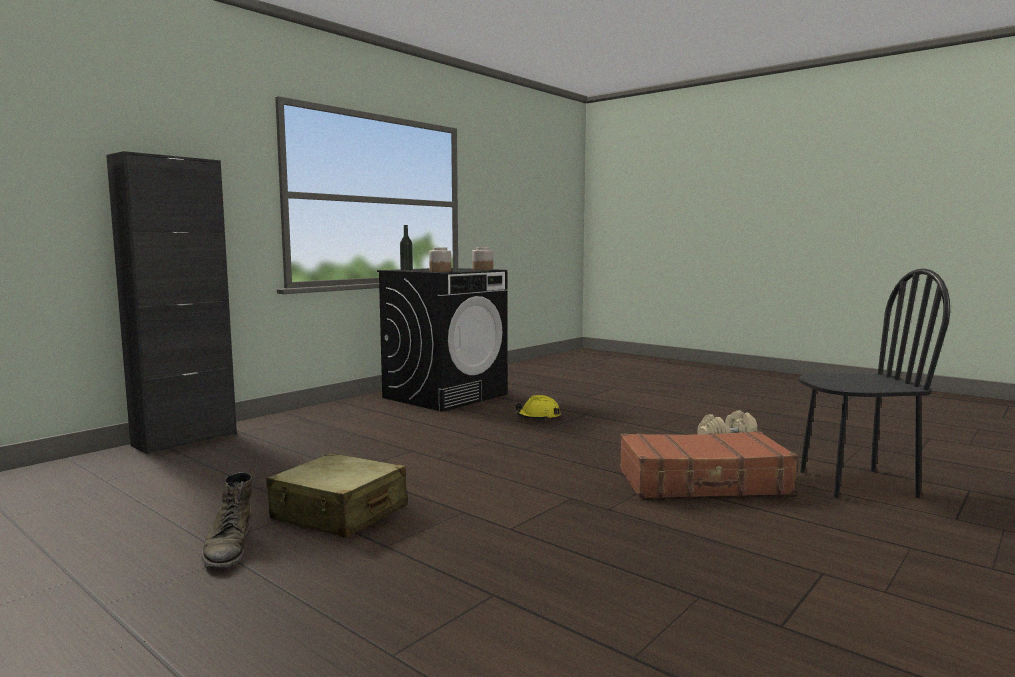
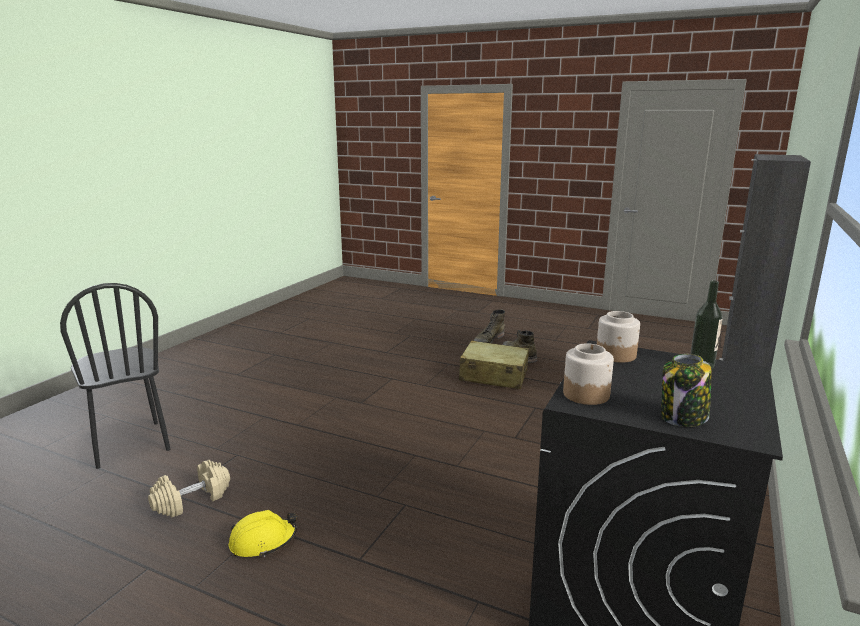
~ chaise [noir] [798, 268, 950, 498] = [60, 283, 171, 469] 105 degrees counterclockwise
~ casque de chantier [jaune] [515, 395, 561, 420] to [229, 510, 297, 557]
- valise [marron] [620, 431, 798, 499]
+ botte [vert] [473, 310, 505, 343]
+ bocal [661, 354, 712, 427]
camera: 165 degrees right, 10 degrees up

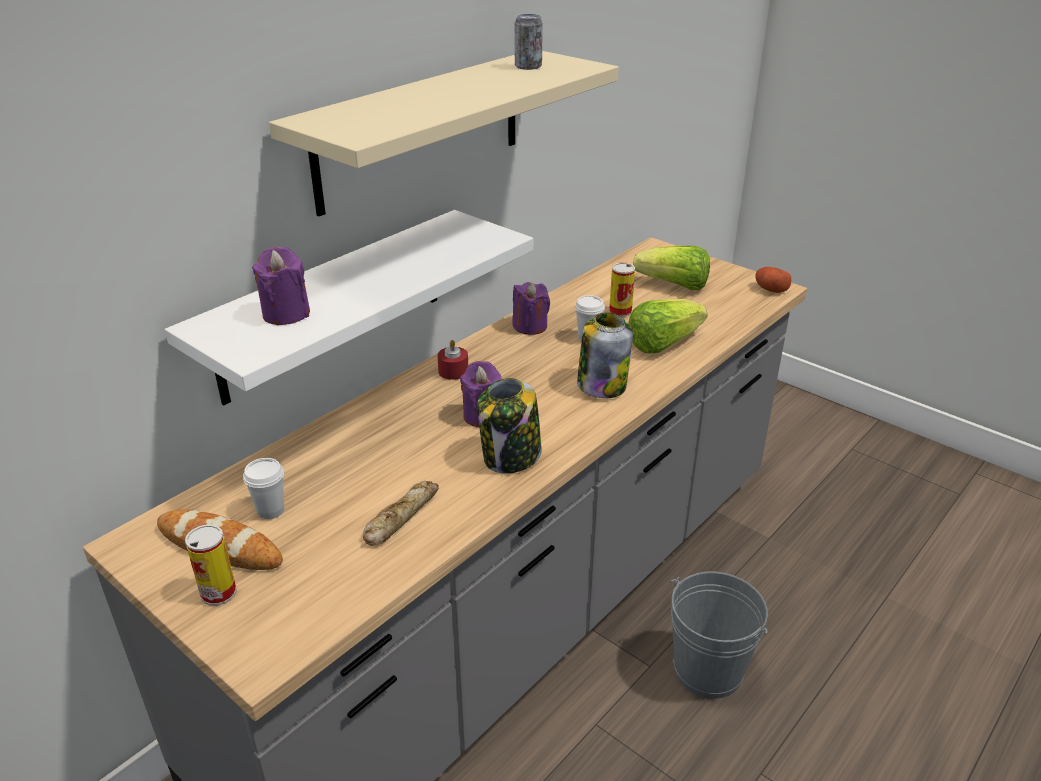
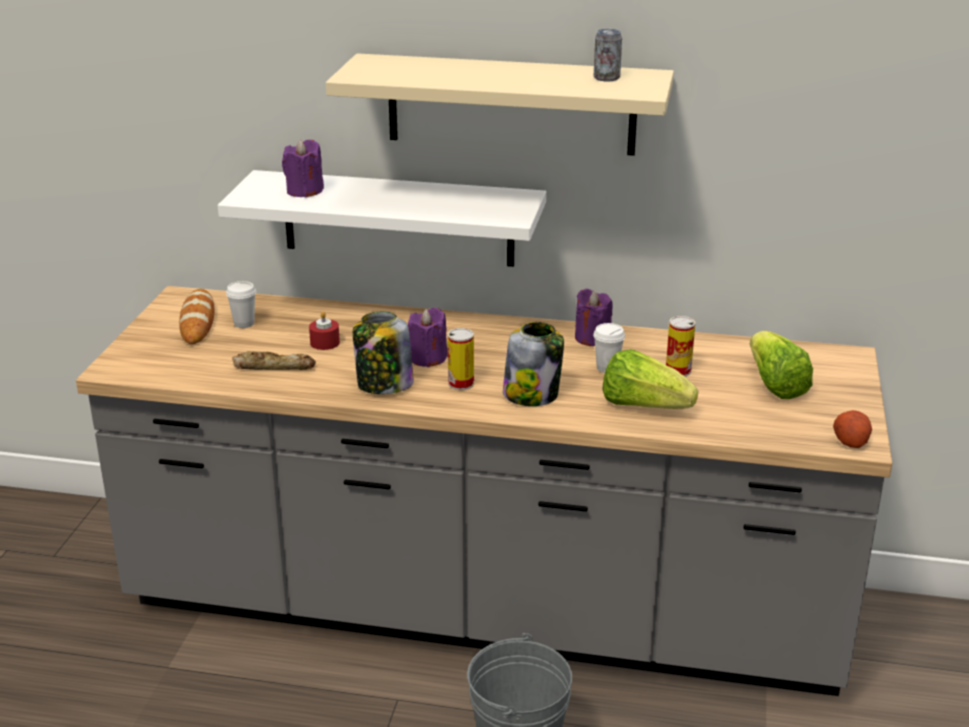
~ bougie [rouge] [437, 340, 468, 380] to [309, 311, 340, 350]
~ boîte métallique [185, 524, 237, 606] to [448, 328, 474, 390]
camera: 60 degrees right, 5 degrees down

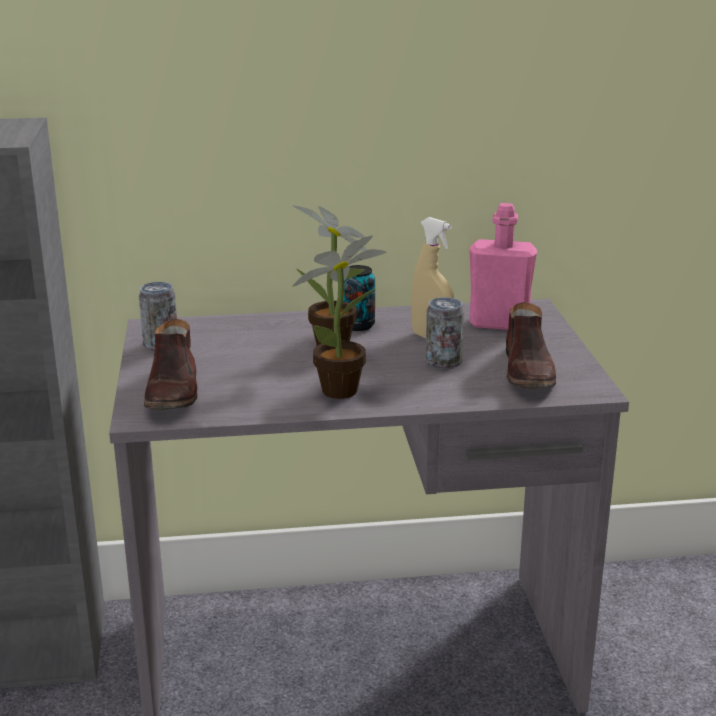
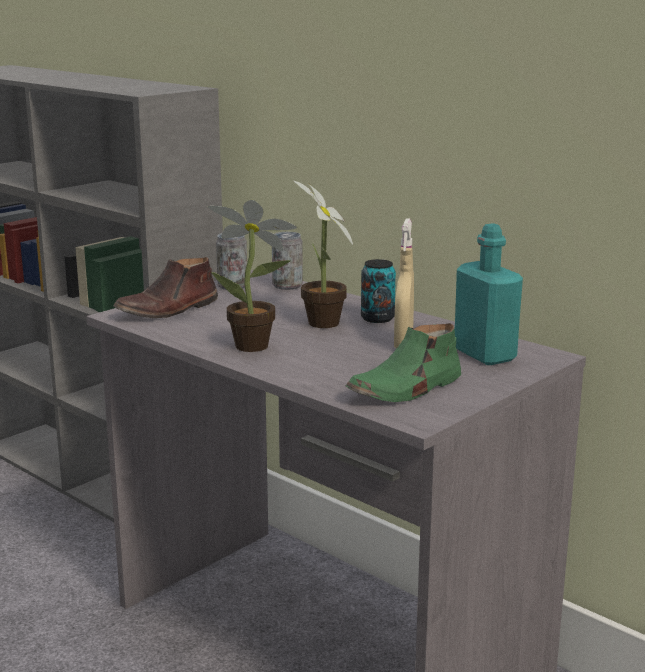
~ bouteille [rose] [469, 203, 537, 330] to bouteille [turquoise] [455, 223, 523, 365]
~ boîte métallique [425, 297, 464, 369] to [272, 232, 303, 290]
~ chaussure [marron] [506, 302, 556, 388] to chaussure [vert] [346, 323, 461, 402]
camera: 50 degrees right, 5 degrees down

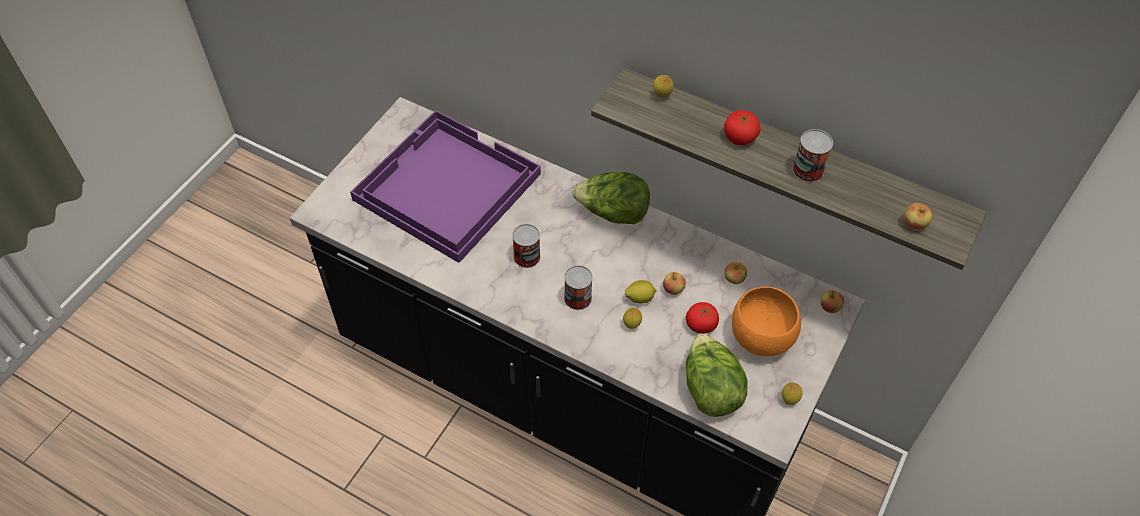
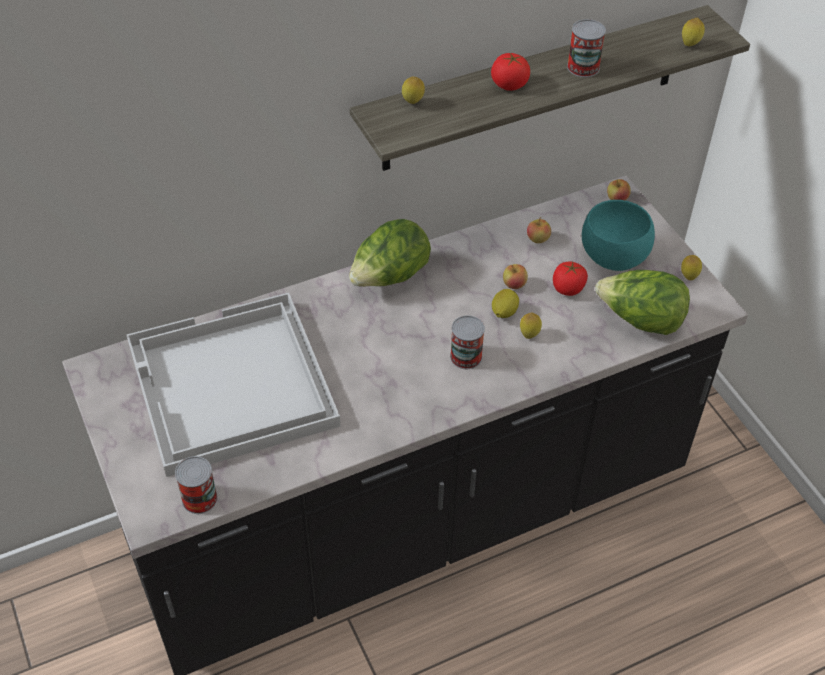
~ plateau [violet] [350, 110, 541, 263] to plateau [blanc] [127, 293, 340, 477]
~ pomme [904, 203, 933, 230] to citron [682, 17, 705, 46]
~ boîte métallique [512, 224, 541, 268] to [175, 456, 218, 514]
~ bol [orange] [732, 287, 801, 356] to bol [turquoise] [582, 200, 655, 271]
camera: 55 degrees left, 5 degrees down

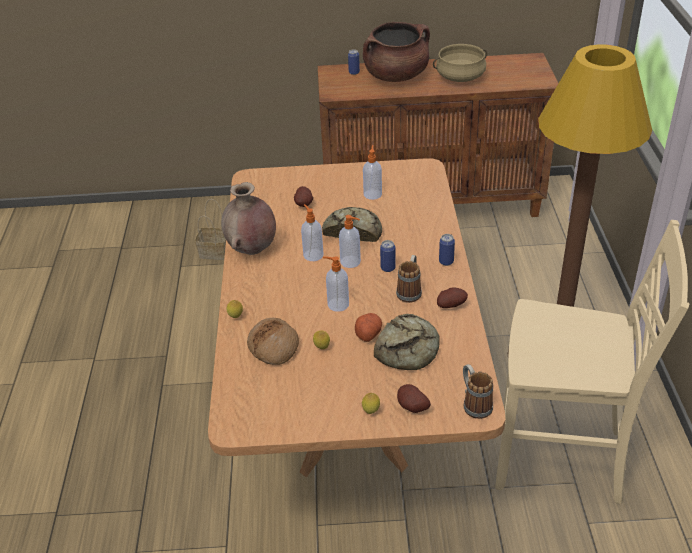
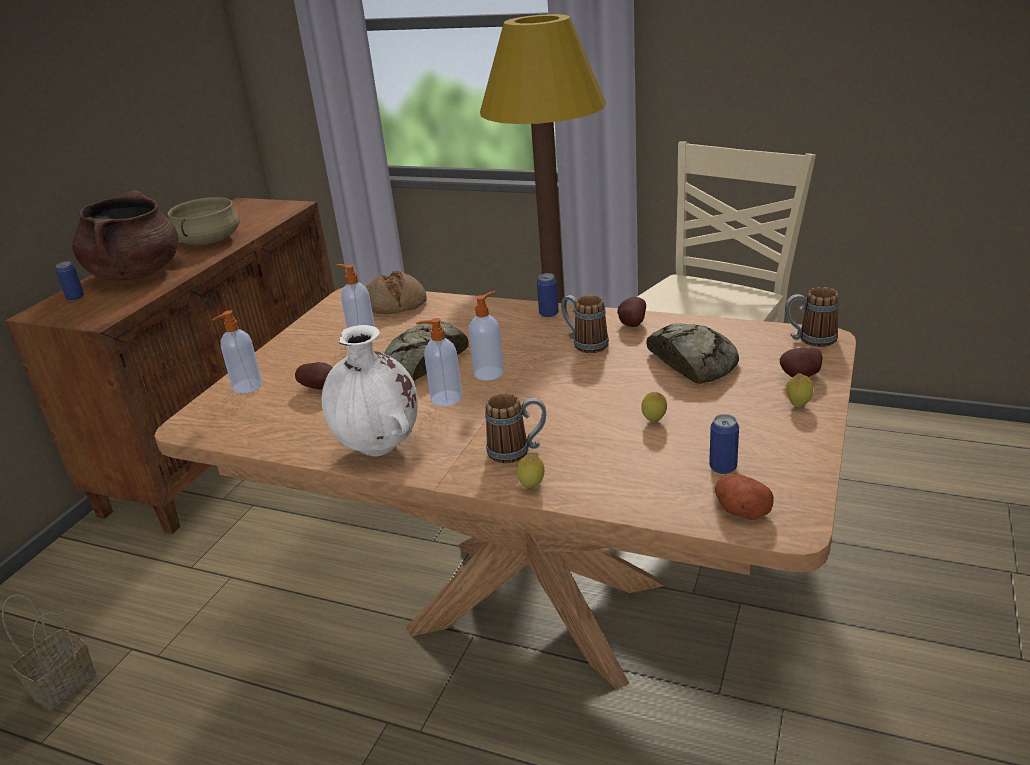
~ vase [marron] [221, 182, 276, 255] to vase [blanc] [322, 325, 418, 456]
~ boîte métallique [380, 240, 395, 272] to [709, 414, 739, 474]
~ distributeur de savon [323, 256, 349, 312] to [212, 310, 262, 394]
~ pomme de terre [355, 313, 382, 342] to [715, 474, 774, 520]
~ pain [247, 318, 299, 365] to [366, 271, 427, 314]
+ mug [485, 393, 546, 463]
camera: 65 degrees left, 10 degrees down

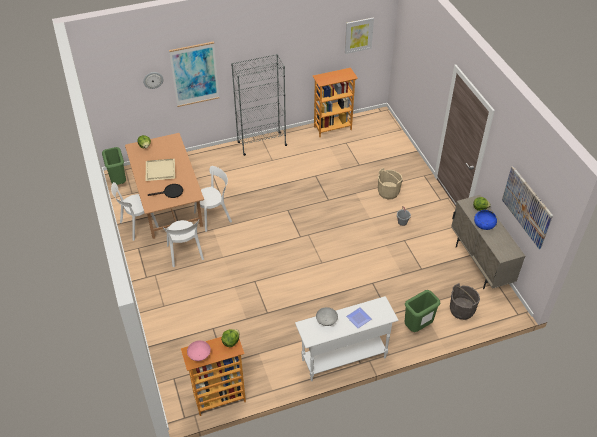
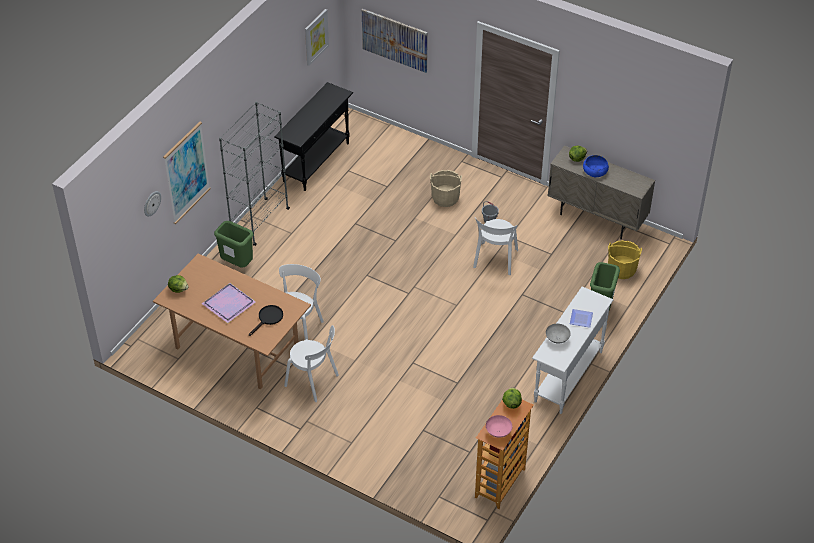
~ bibliothèque [313, 68, 358, 137] to table console [noir] [274, 82, 353, 191]
~ poubelle [vert] [102, 147, 126, 185] to [214, 221, 253, 268]
~ plateau [beige] [146, 159, 175, 181] to plateau [violet] [202, 283, 256, 323]
~ tableau [502, 166, 553, 249] to [362, 9, 428, 73]
~ chaise [blanc] [111, 182, 159, 241] to [473, 218, 518, 275]
~ seau [gris] [450, 283, 480, 320] to seau [jaune] [608, 240, 642, 279]
camera: 40 degrees left, 0 degrees up

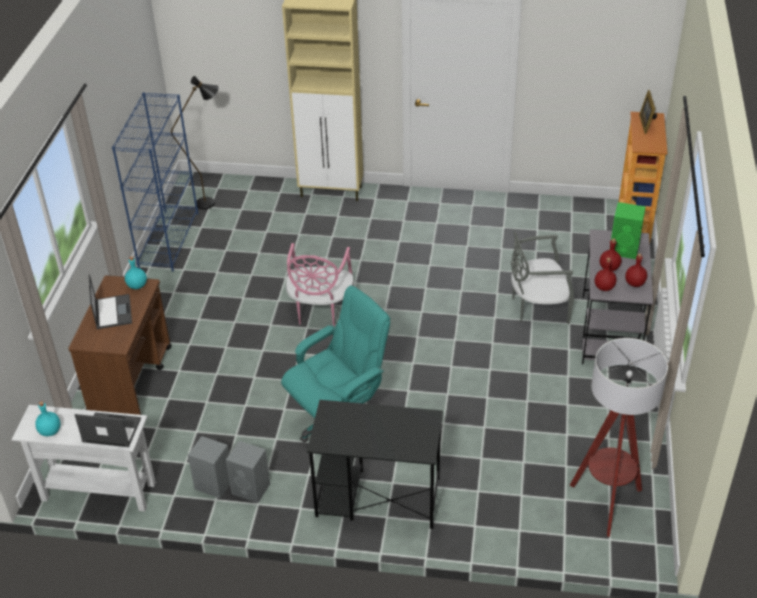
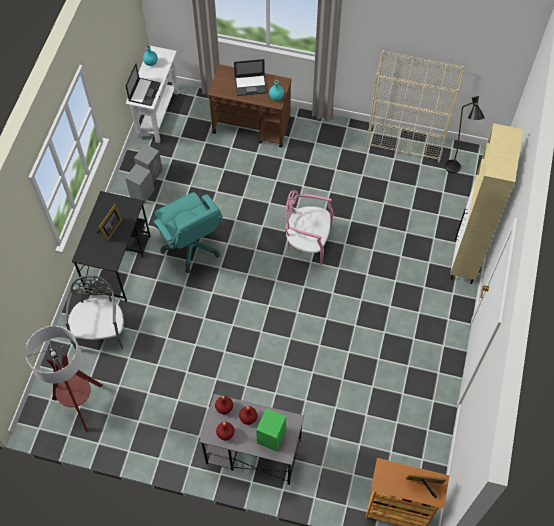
~ bibliothèque [bleu] [112, 92, 198, 272] to bibliothèque [beige] [366, 50, 464, 162]
~ chaise [gris] [511, 231, 574, 324] to [65, 275, 124, 349]
+ cadre photo [97, 204, 123, 242]
camera: 95 degrees right, 20 degrees up

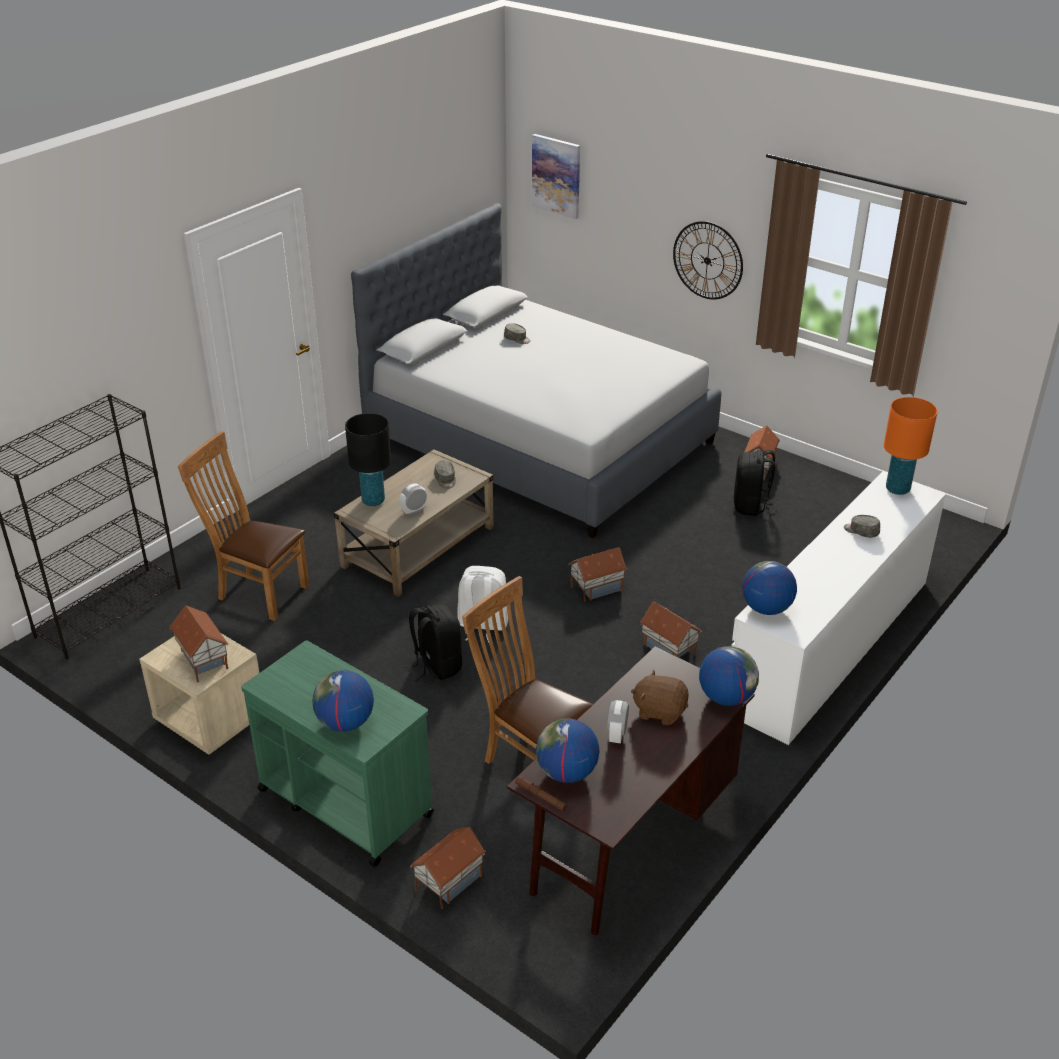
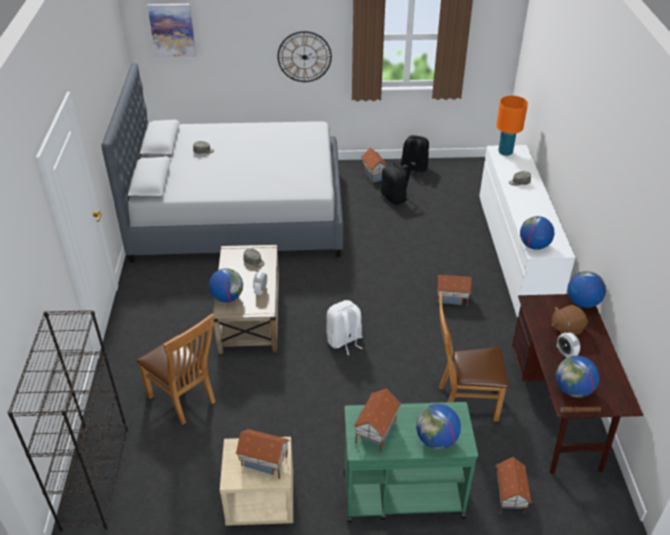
~ lampe de table [noir] [345, 413, 391, 506] to globe [209, 268, 243, 302]
~ chaise [marron] [178, 431, 309, 621] = [136, 314, 216, 425] 120 degrees counterclockwise
~ maison miniature [569, 547, 627, 602] to [353, 388, 401, 452]
~ sac à dos [noir] [405, 604, 462, 682] to [401, 135, 429, 177]
camera: 40 degrees left, 5 degrees up

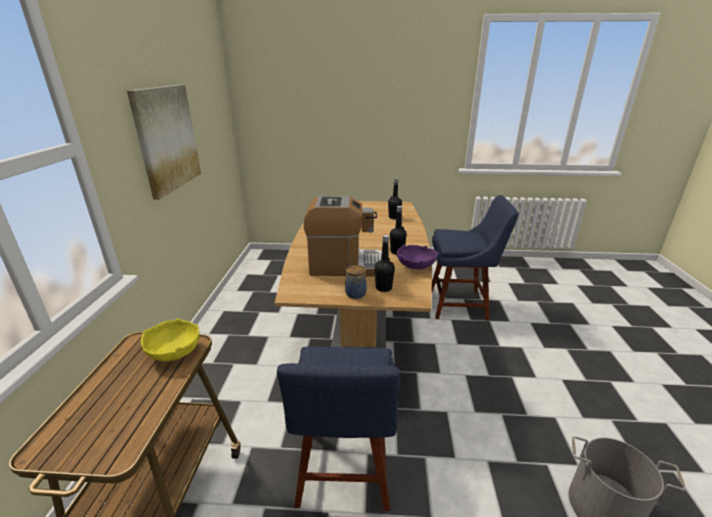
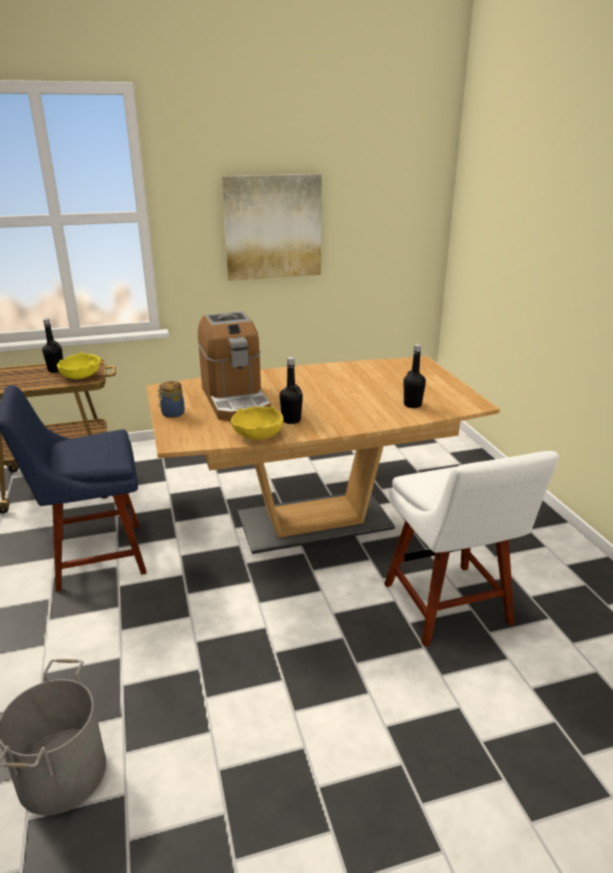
~ chaise [bleu] [432, 195, 519, 321] to chaise [blanc] [384, 451, 559, 647]
~ bouteille [noir] [375, 235, 395, 292] to [42, 318, 63, 373]
~ bol [violet] [397, 244, 438, 269] to bol [jaune] [231, 406, 284, 440]
camera: 70 degrees right, 0 degrees up

